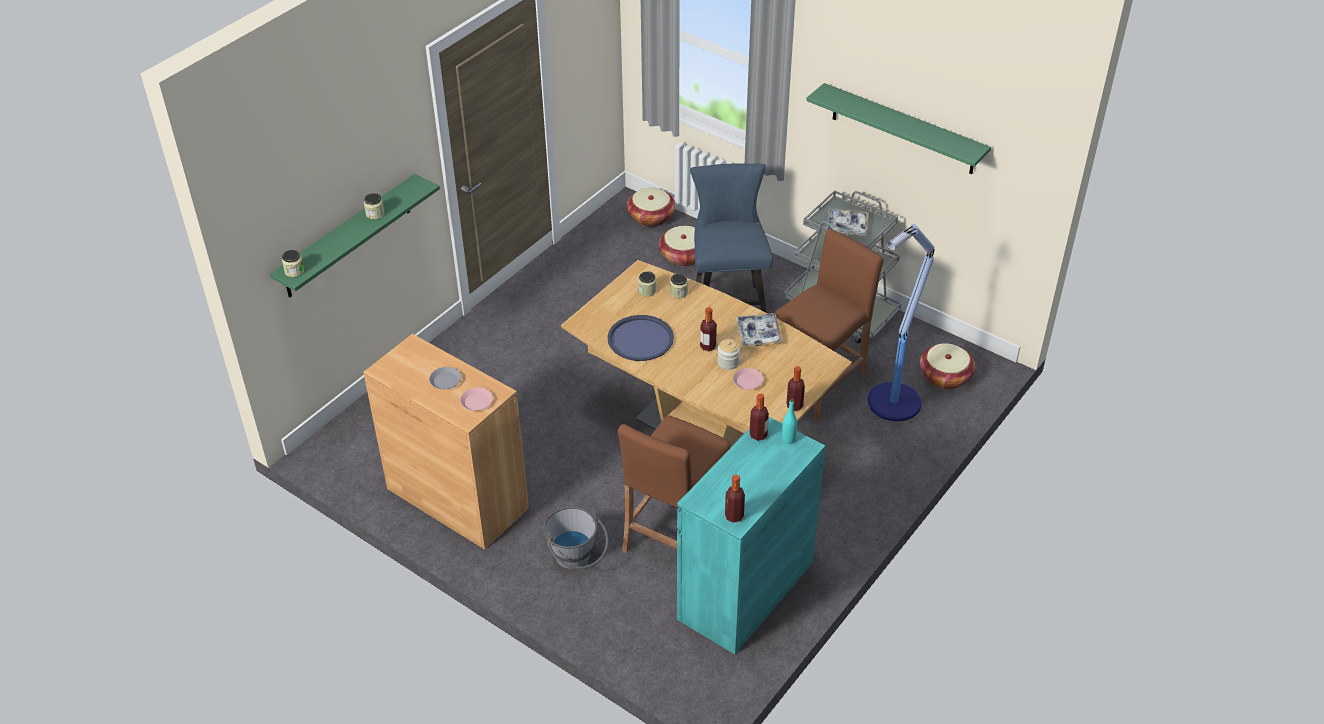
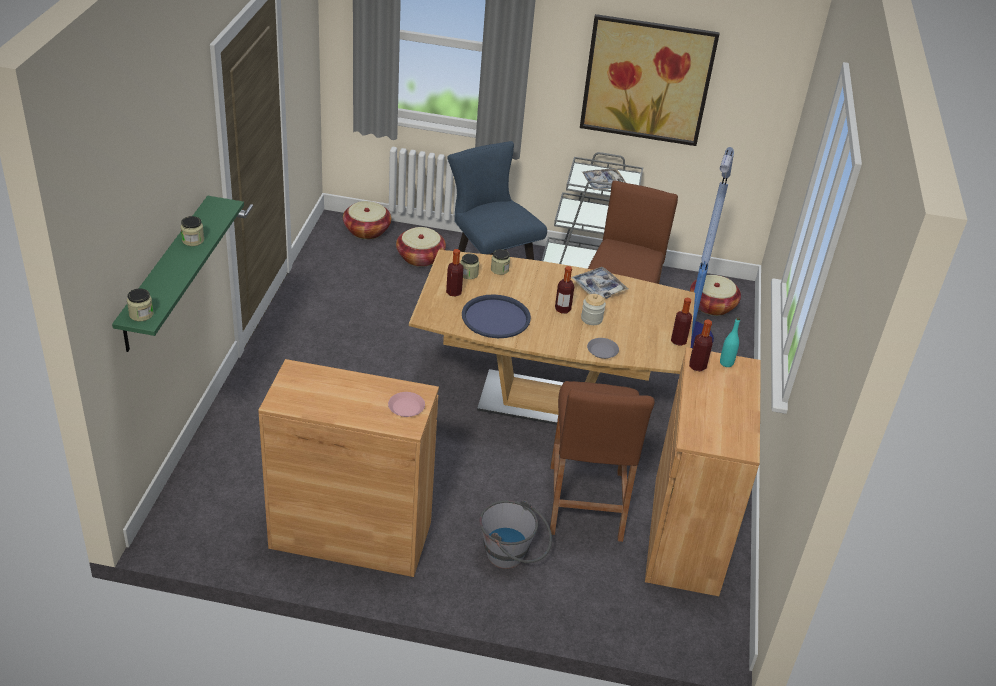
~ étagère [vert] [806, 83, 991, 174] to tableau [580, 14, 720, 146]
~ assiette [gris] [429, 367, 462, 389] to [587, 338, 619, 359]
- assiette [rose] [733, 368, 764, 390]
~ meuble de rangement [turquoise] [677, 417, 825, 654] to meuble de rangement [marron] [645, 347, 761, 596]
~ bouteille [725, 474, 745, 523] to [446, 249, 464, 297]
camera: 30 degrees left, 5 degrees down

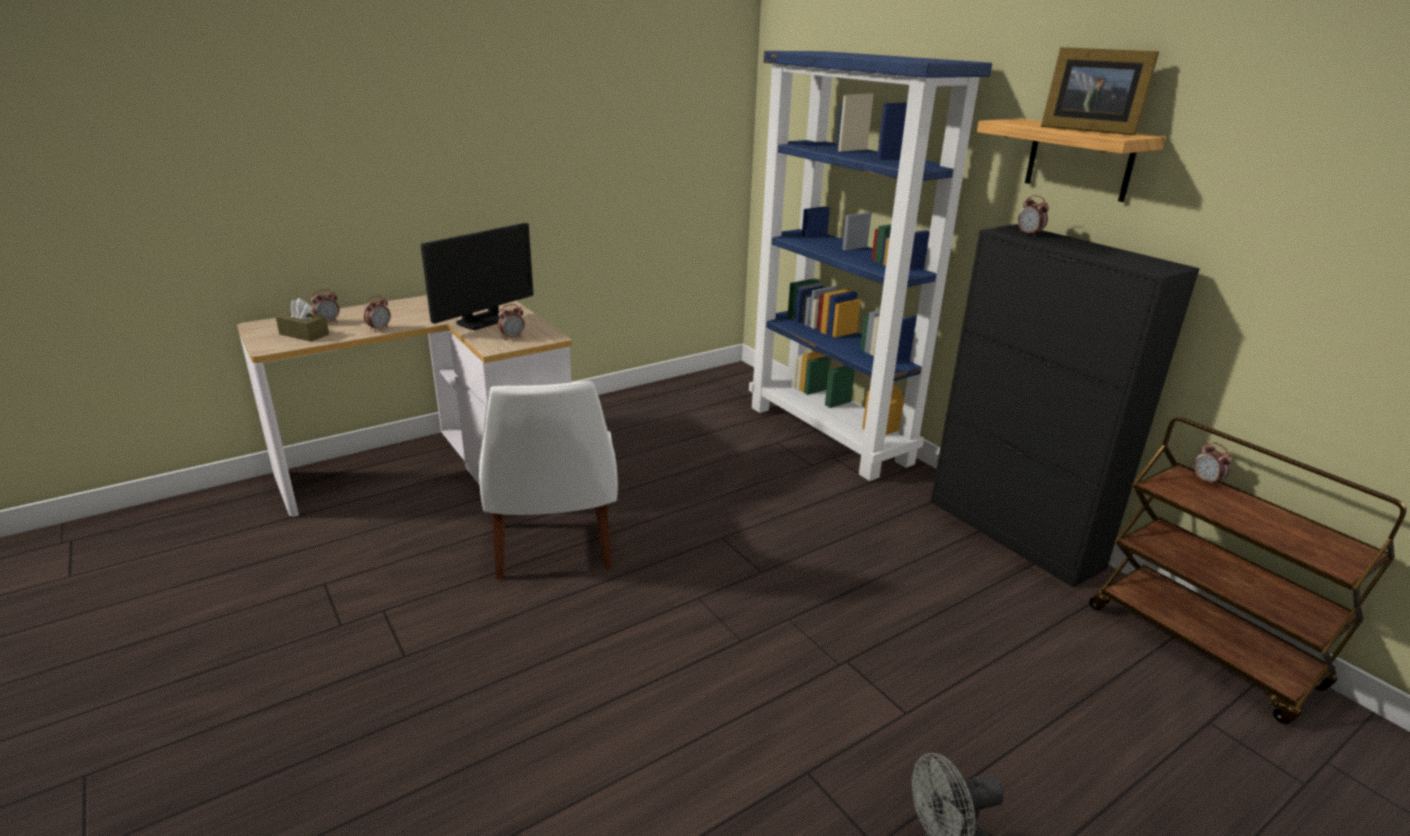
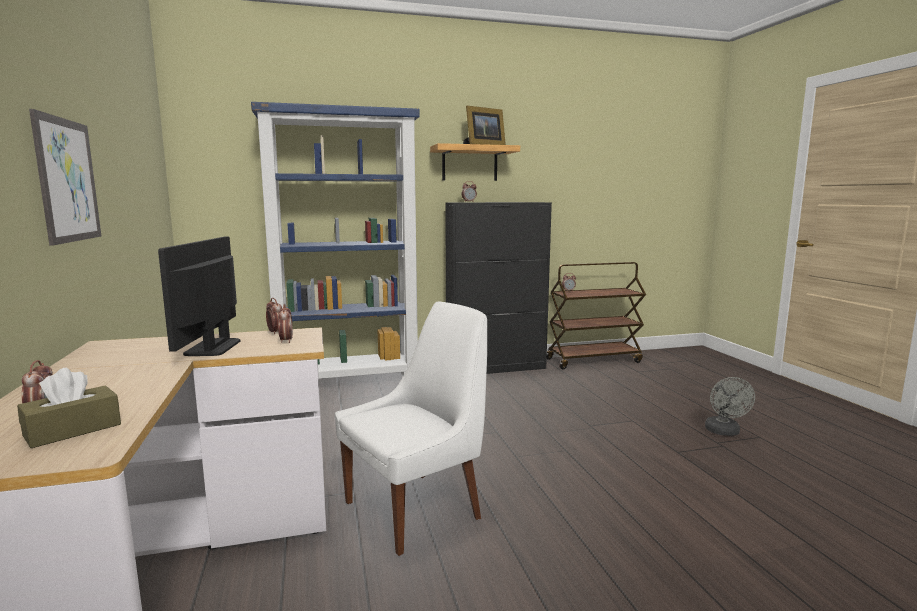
~ écran d'ordinateur [421, 223, 533, 330] = [158, 237, 240, 356] 150 degrees counterclockwise
~ réveil [364, 295, 391, 332] to [266, 298, 282, 334]
~ chaise [blanc] [478, 381, 618, 580] = [335, 302, 487, 556] 45 degrees counterclockwise
+ tableau [29, 109, 101, 246]
camera: 70 degrees left, 15 degrees down

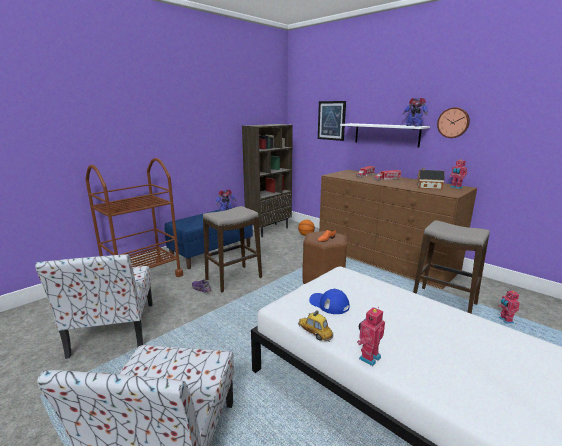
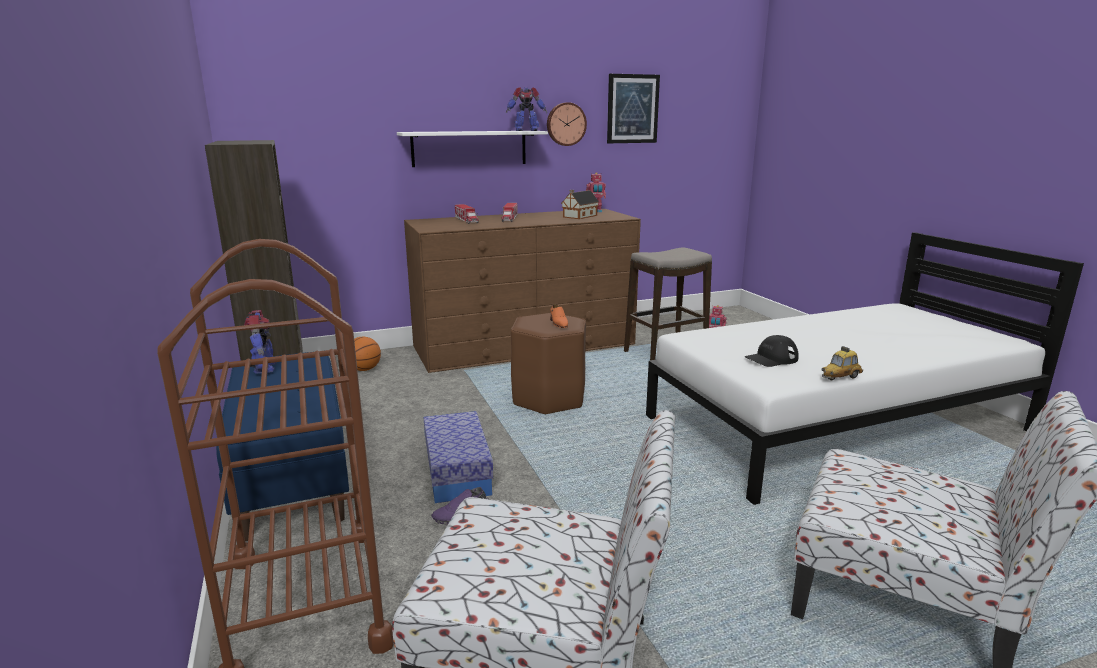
~ tableau [318, 101, 346, 141] to [607, 74, 660, 143]
~ tabouret [203, 206, 262, 292] to boîte de rangement [424, 411, 493, 503]
~ casquette [bleu] [309, 289, 350, 314] to casquette [noir] [744, 335, 799, 367]
- robot jouet [357, 307, 385, 366]
camera: 65 degrees left, 0 degrees up

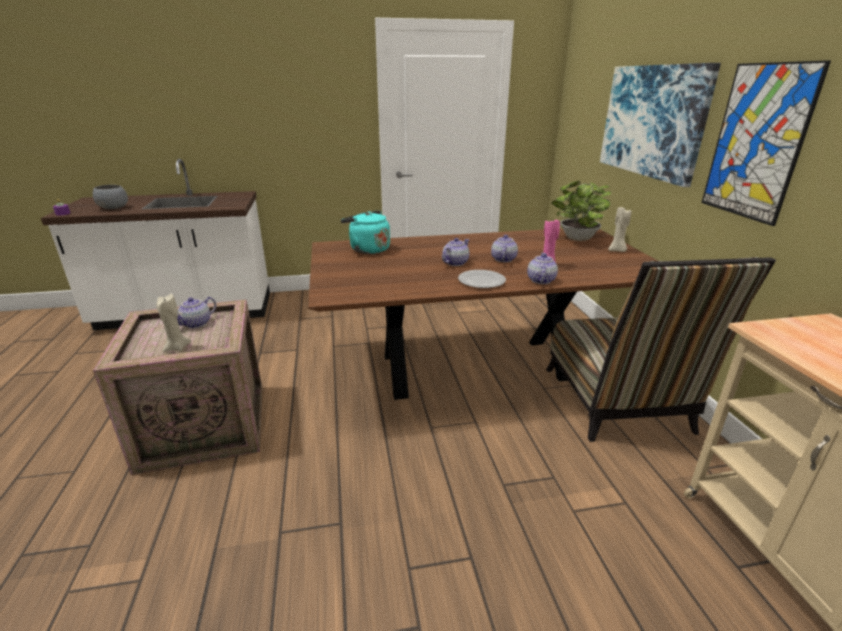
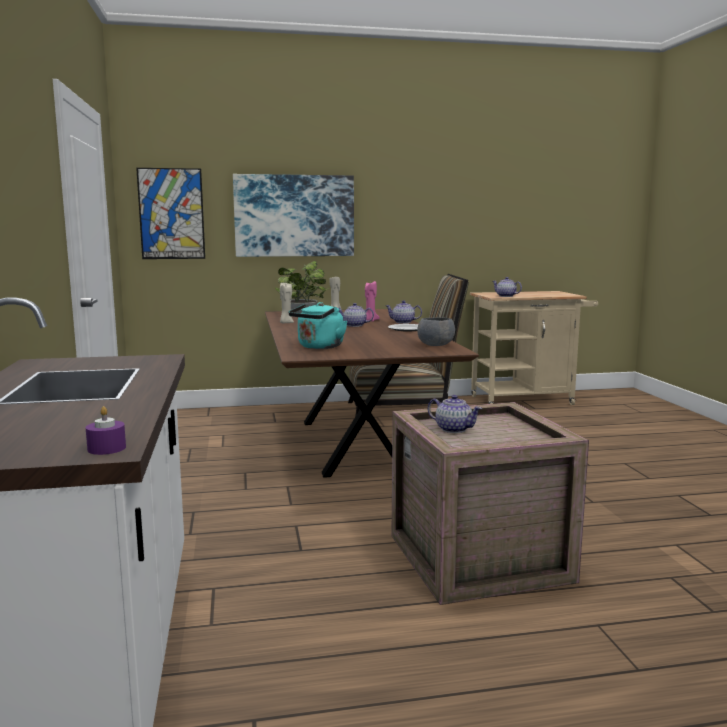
~ tableau [701, 60, 831, 226] to [136, 168, 205, 259]
~ bol [gris] [93, 185, 128, 209] to [417, 317, 455, 346]
~ théière [442, 238, 469, 266] to [492, 277, 522, 297]
~ bougie [beige] [156, 294, 191, 352] to [280, 283, 294, 324]
camera: 90 degrees left, 15 degrees down

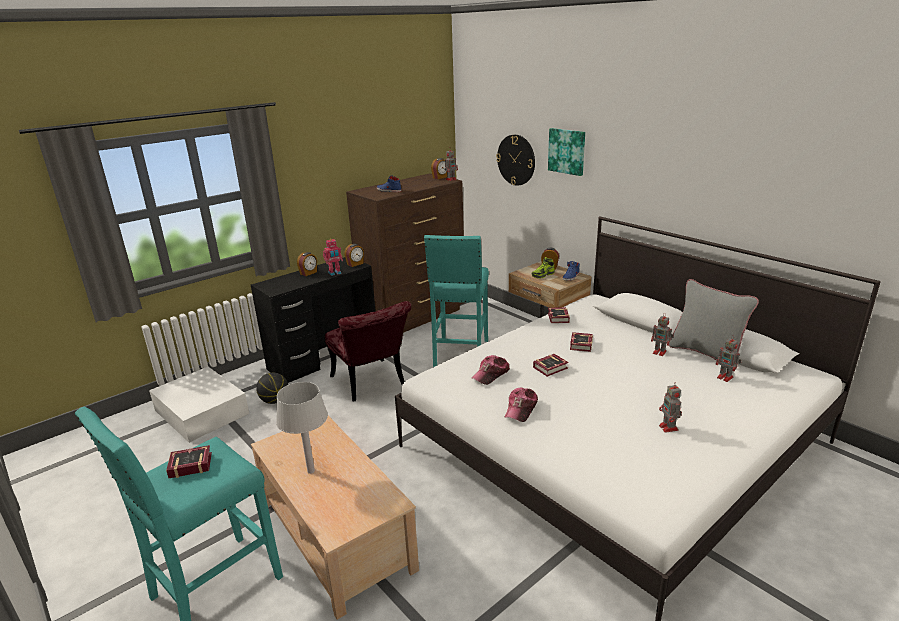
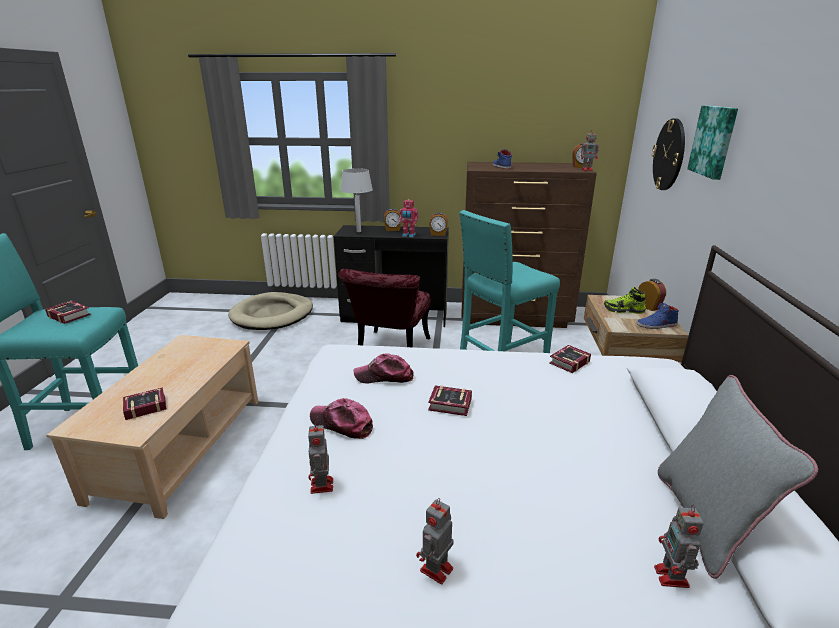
~ robot jouet [651, 315, 674, 356] to [308, 422, 333, 494]
~ livre [570, 332, 593, 352] to [123, 387, 167, 420]
~ boîte de rangement [blanc] [149, 367, 249, 443] to panier pour chien [beige] [228, 292, 313, 330]
- ballon de basket [256, 373, 288, 404]
~ lampe de table [gris] [276, 382, 328, 474] to [340, 168, 373, 232]
~ casquette [505, 388, 538, 422] = [310, 398, 373, 439] 45 degrees clockwise
camera: 45 degrees right, 0 degrees up

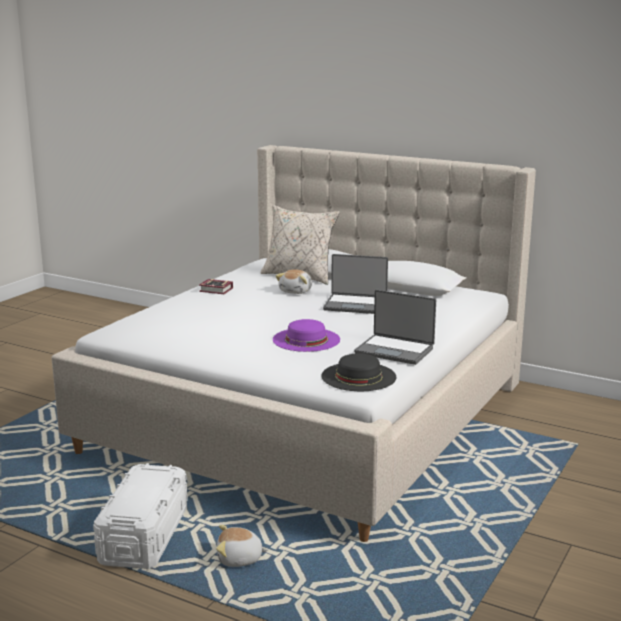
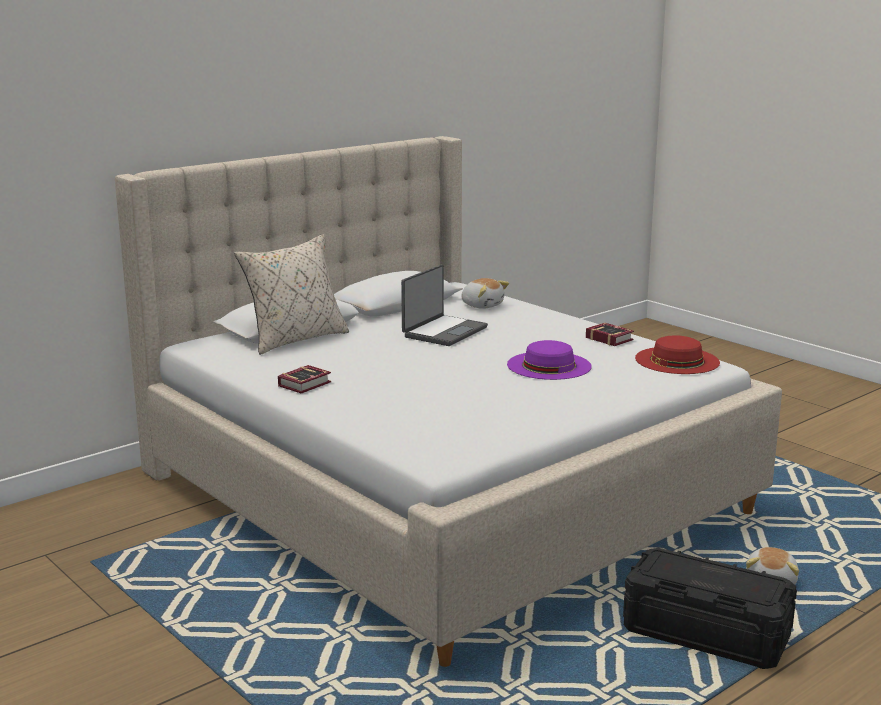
~ peluche [276, 269, 312, 294] to [461, 278, 509, 309]
~ ordinateur portable [354, 290, 436, 365] to livre [586, 323, 634, 346]
~ chapeau [noir] [322, 353, 397, 391] to chapeau [rouge] [635, 335, 720, 374]
~ boîte de rangement [blanc] [93, 463, 188, 569] to boîte de rangement [noir] [623, 548, 797, 669]
camera: 70 degrees left, 0 degrees up

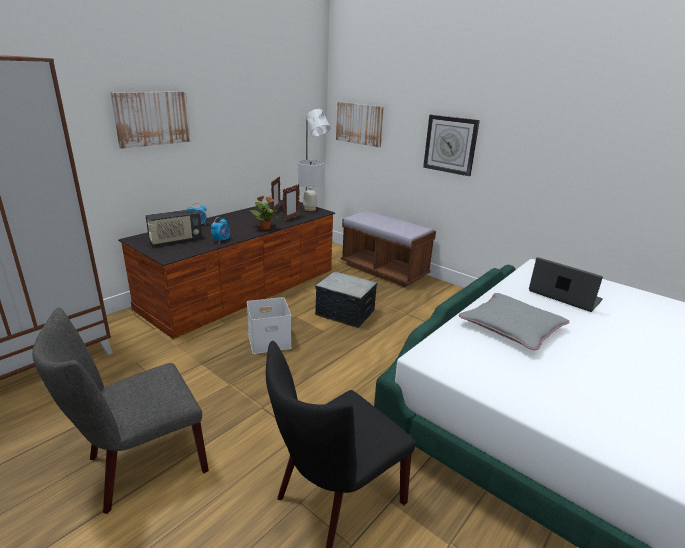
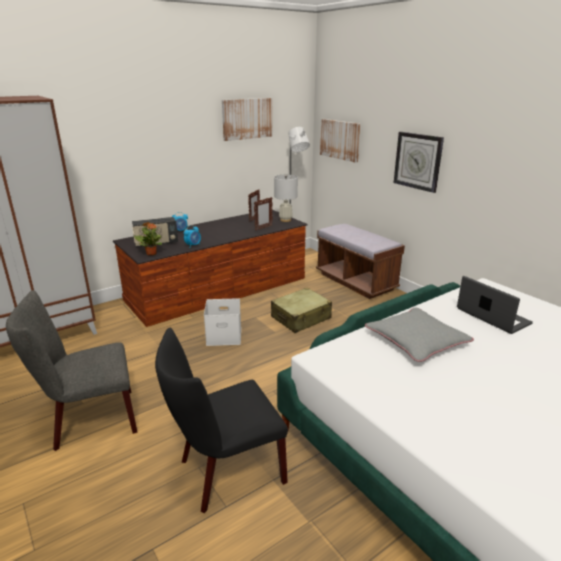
~ tableau [110, 91, 191, 149] to [222, 98, 273, 141]
~ plante en pot [250, 196, 280, 230] to [134, 222, 162, 256]
~ boîte de rangement [315, 272, 378, 328] to valise [beige] [271, 288, 332, 333]
camera: 15 degrees right, 0 degrees up

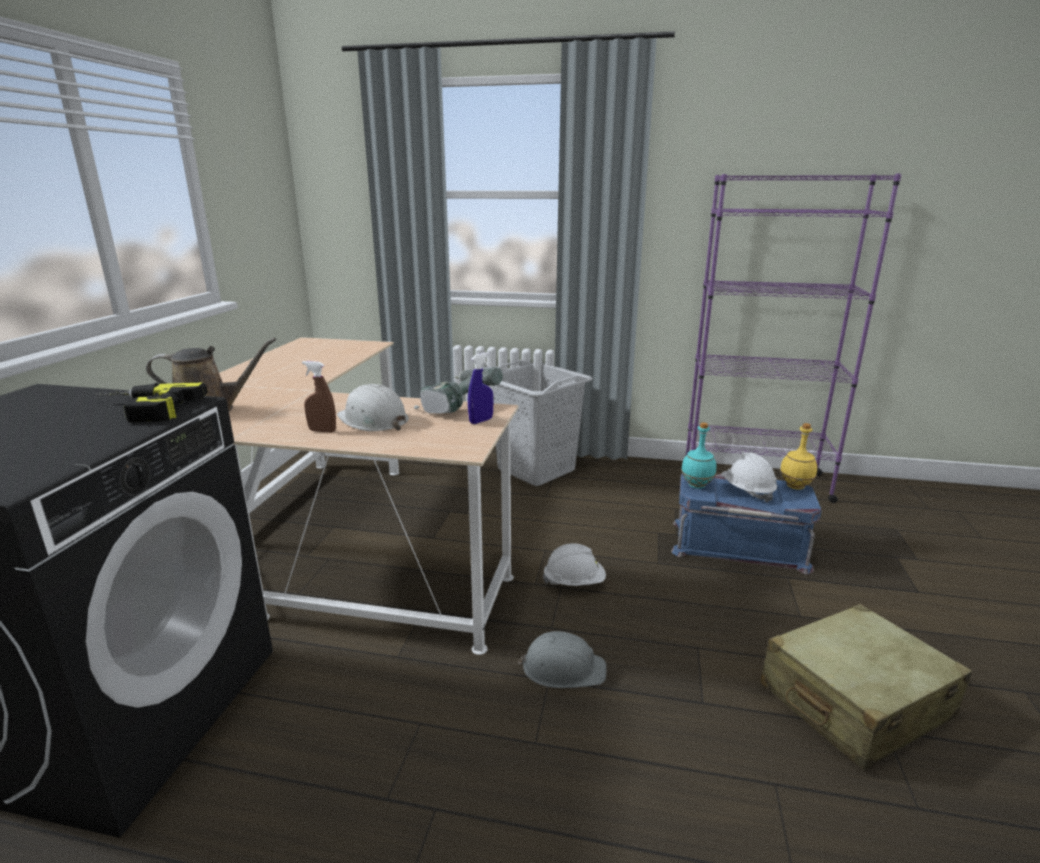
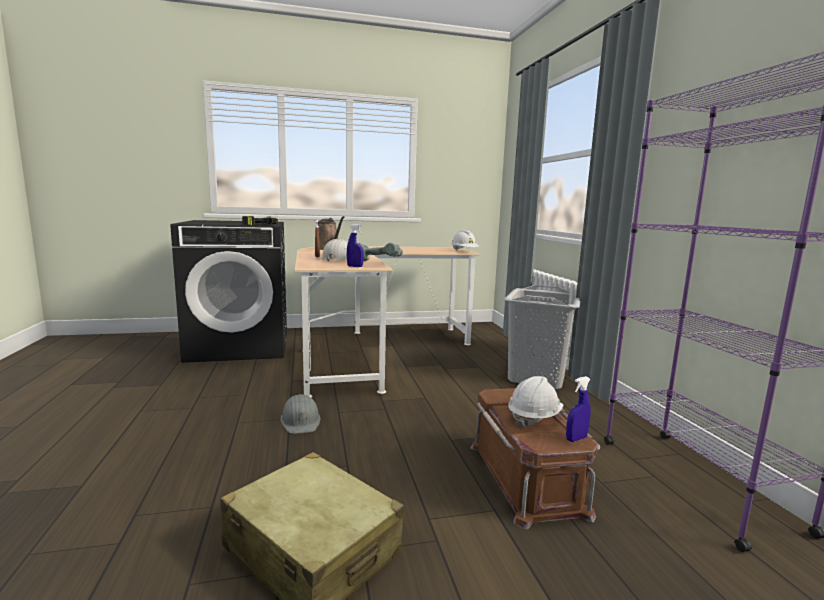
- bouteille [turquoise] [681, 422, 716, 489]
~ bouteille [jaune] [780, 423, 817, 490] to vaporisateur [bleu] [566, 376, 591, 442]
~ boîte de rangement [bleu] [671, 474, 822, 574] to boîte de rangement [marron] [470, 388, 600, 529]
~ casque de chantier [blanc] [543, 543, 606, 586] to [452, 230, 479, 250]
camera: 65 degrees right, 10 degrees down

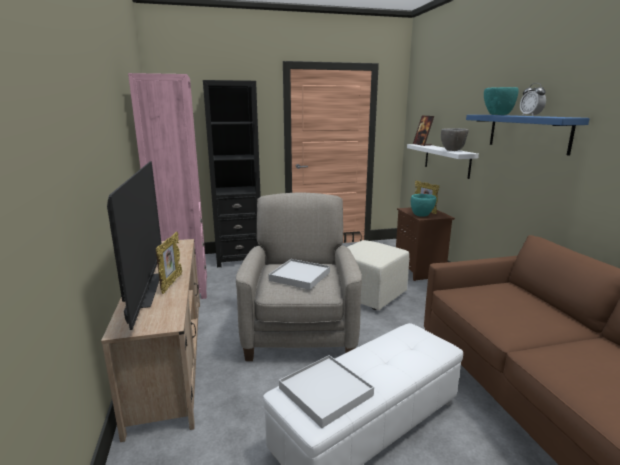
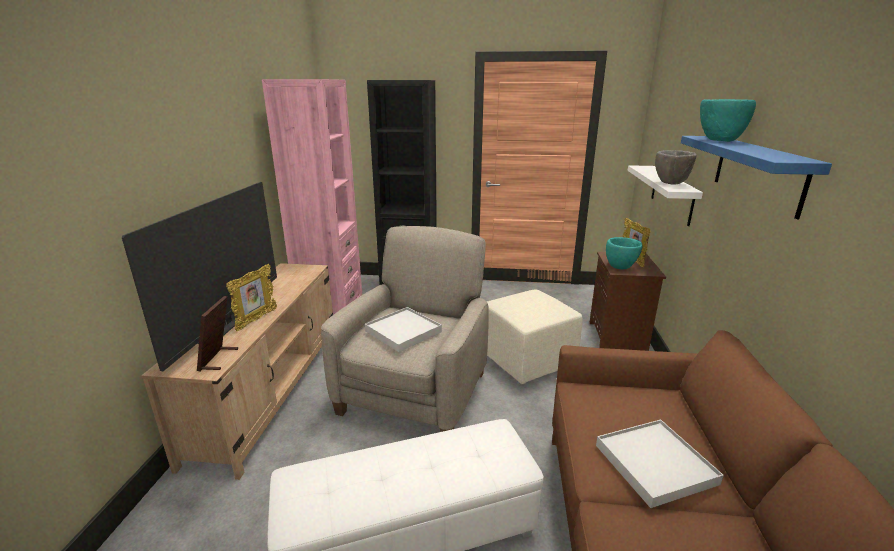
- réveil [520, 83, 546, 116]
~ cadre photo [413, 116, 434, 146] to [197, 296, 238, 372]
~ plateau [blanc] [279, 355, 374, 428] to [596, 420, 724, 508]
camera: 20 degrees right, 5 degrees up

